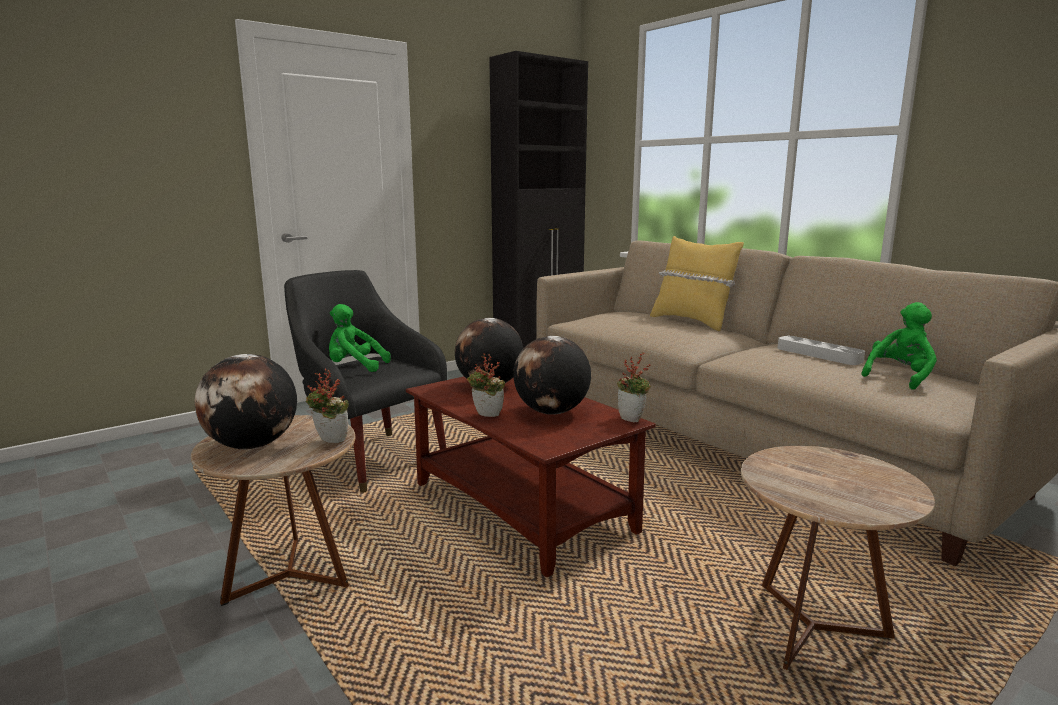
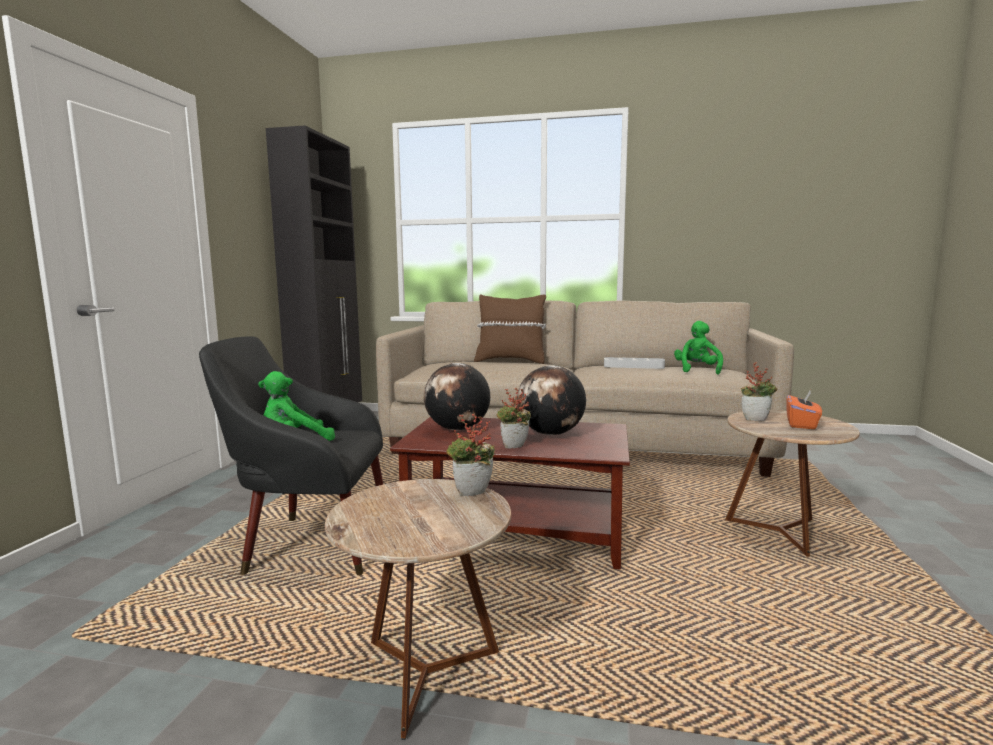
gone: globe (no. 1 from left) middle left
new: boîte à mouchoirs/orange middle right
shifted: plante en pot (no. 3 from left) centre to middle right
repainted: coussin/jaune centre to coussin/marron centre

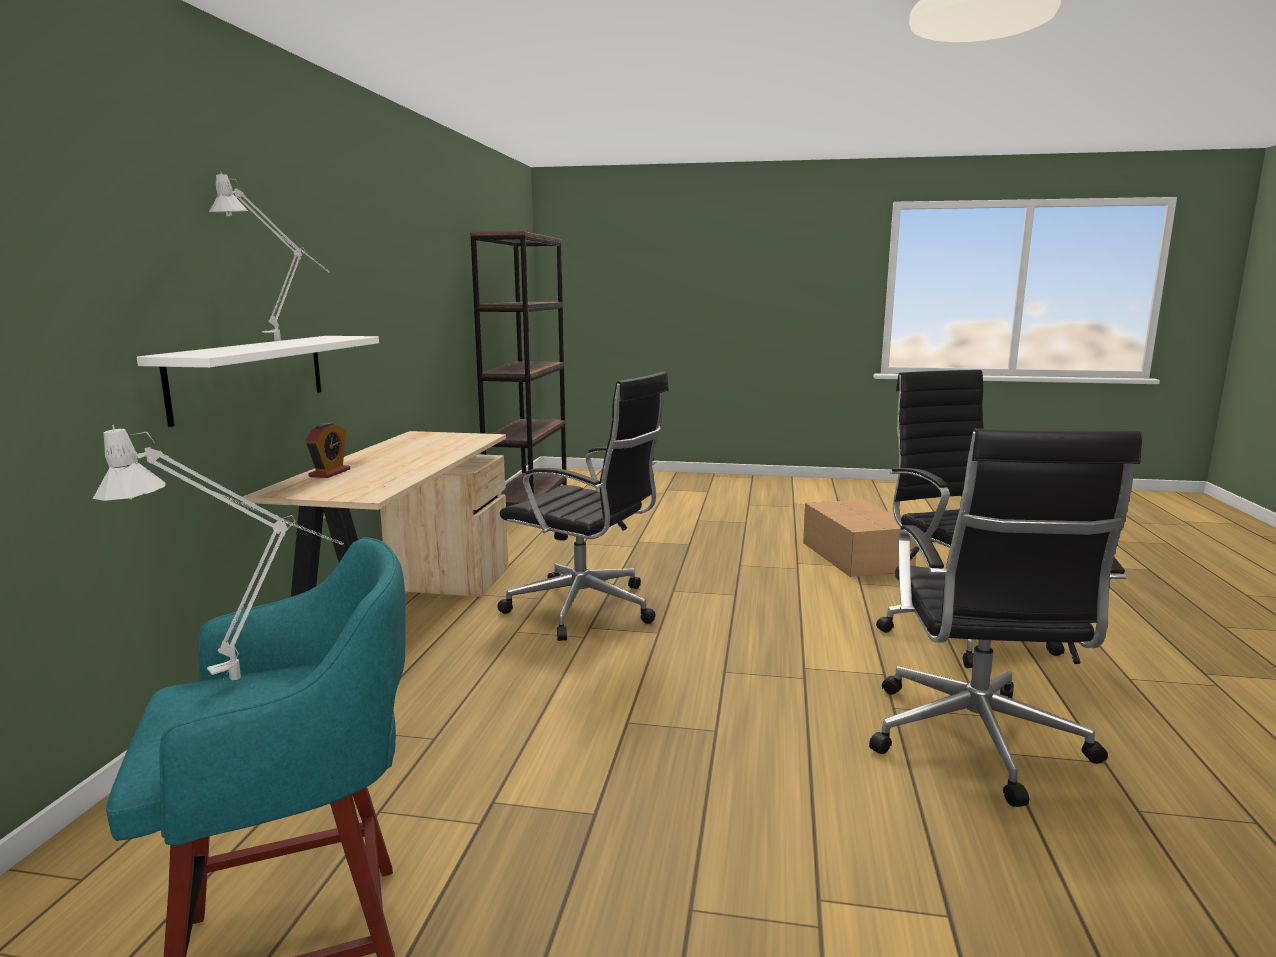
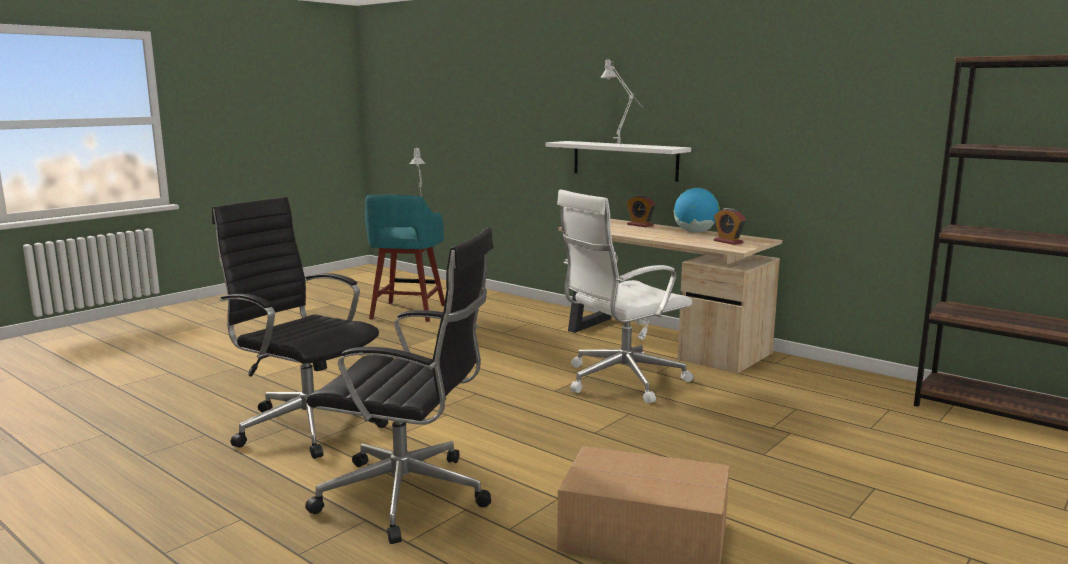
new: globe centre; réveil (no. 2 from left) middle right
repainted: chaise de bureau/noir (no. 1 from left) centre to chaise de bureau/blanc centre

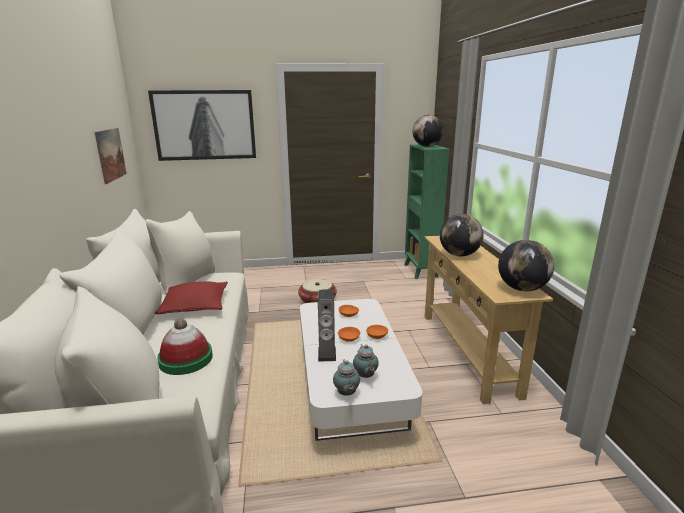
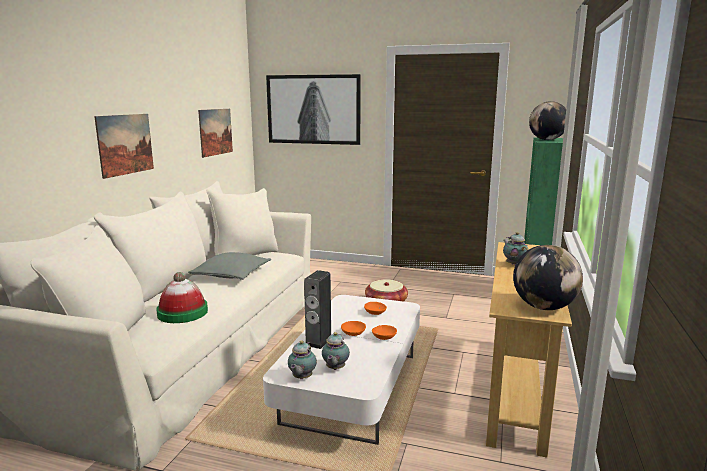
new: tableau (no. 1 from left) top left
swapped: globe (no. 2 from left) middle right to théière (no. 3 from left) middle right
repainted: coussin/rouge middle left to coussin/gris middle left

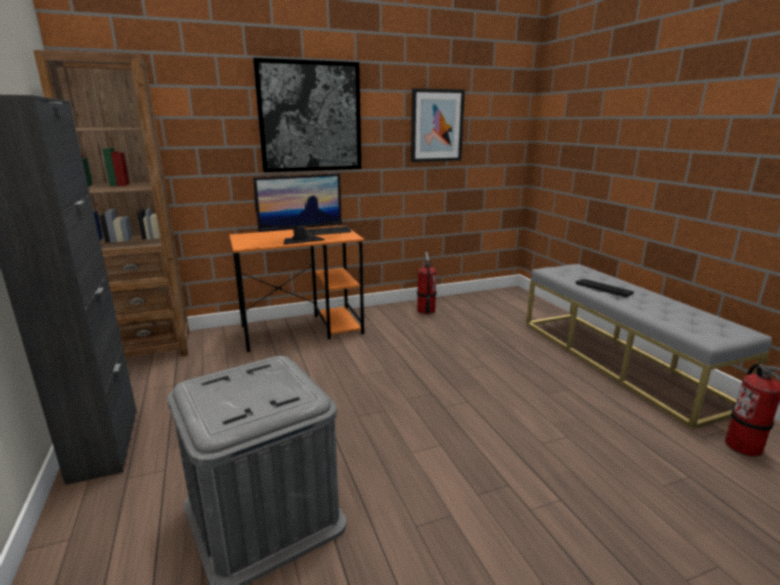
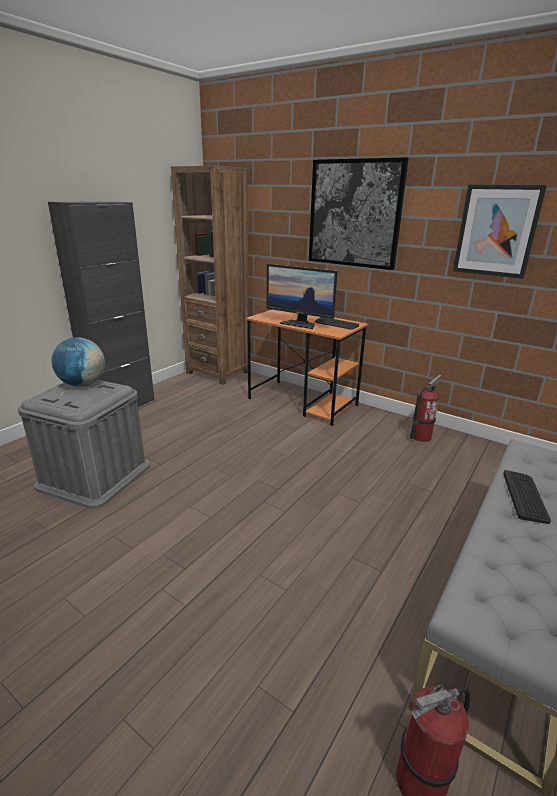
new: globe middle left

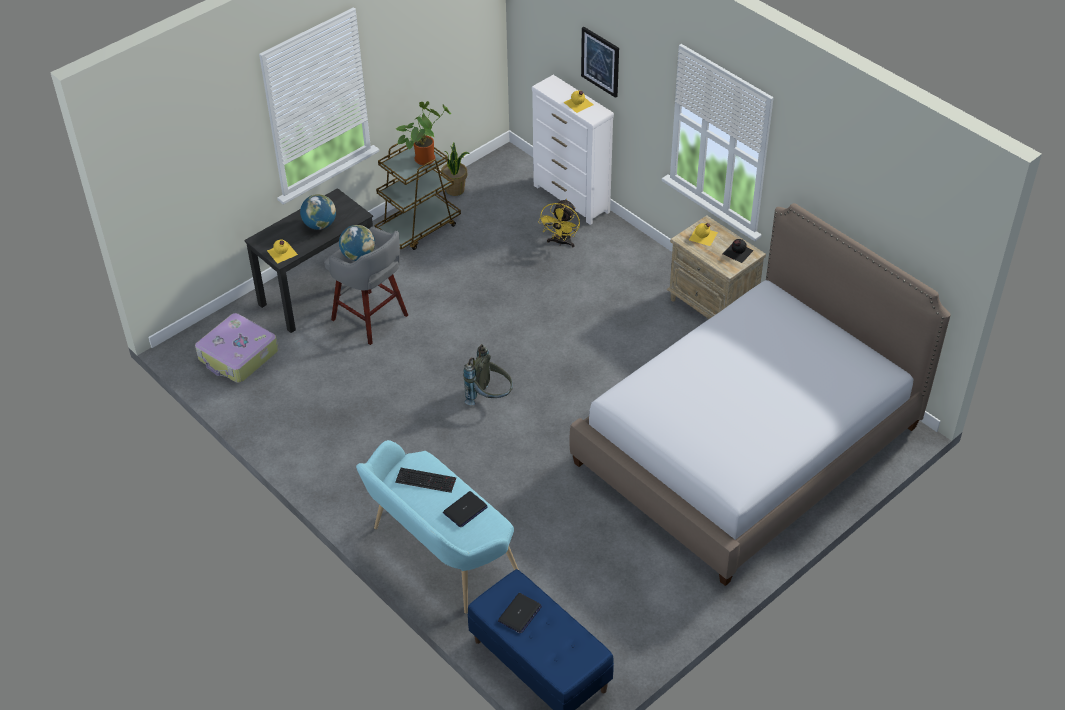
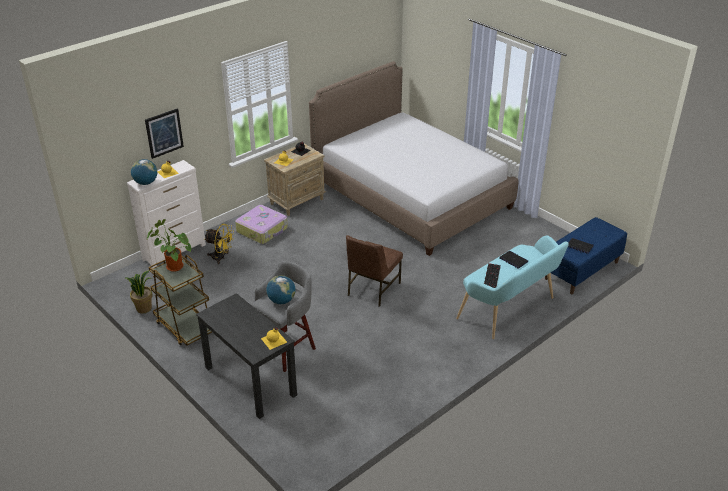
shifted: globe (no. 1 from left) top left to middle left; valise middle left to centre
swapped: sac à dos/gris centre to chaise/marron centre

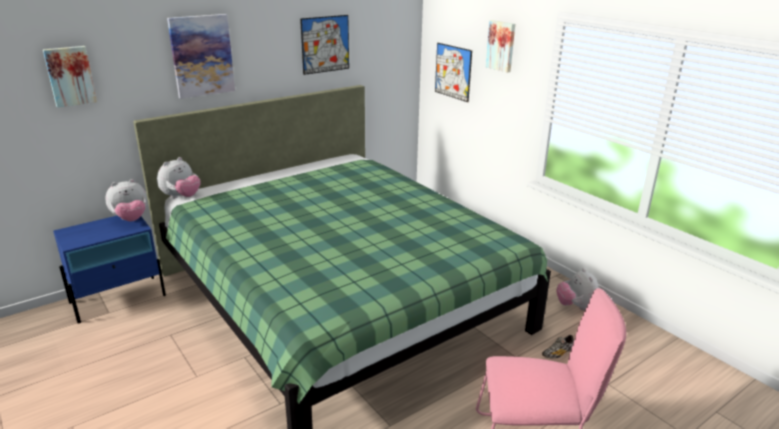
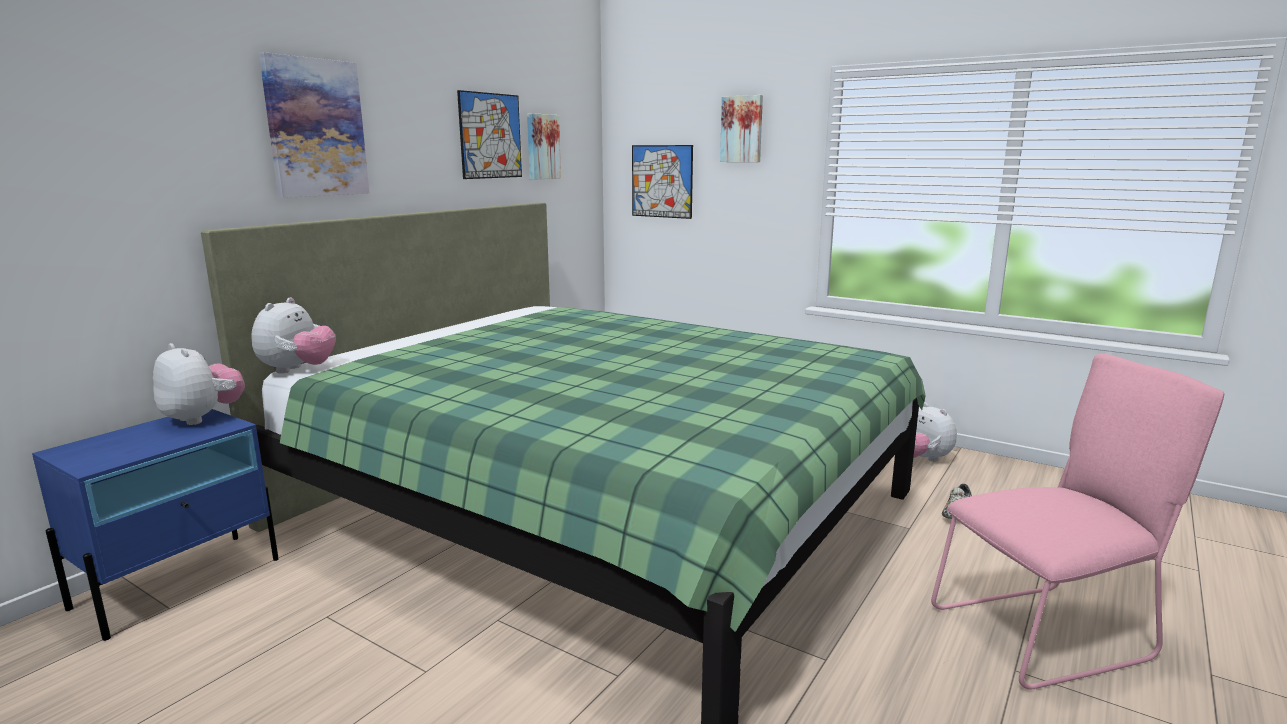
shifted: tableau (no. 1 from left in the first image) top left to tableau (no. 3 from left) top centre
rotated: peluche (no. 1 from left) middle left = middle left 90 degrees counterclockwise

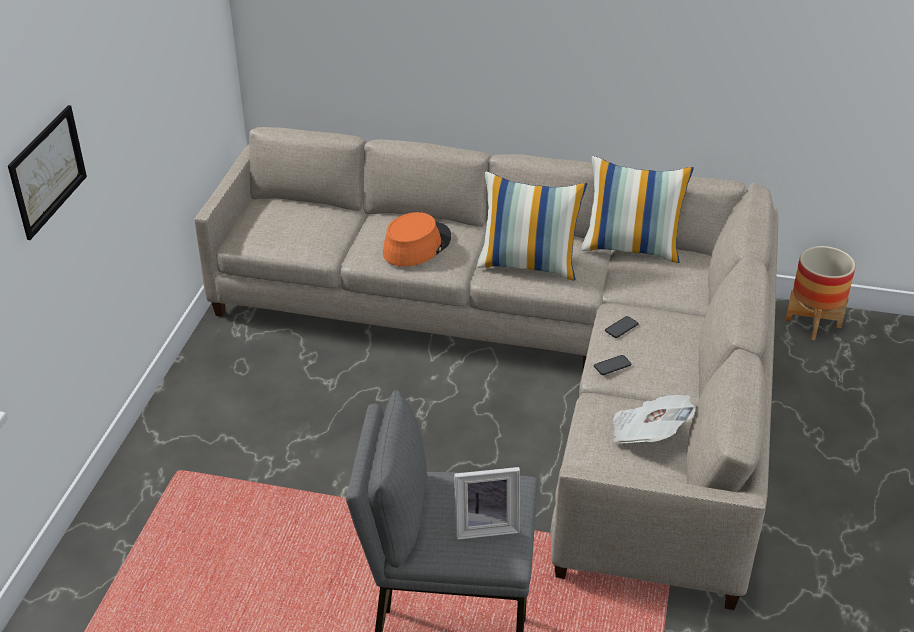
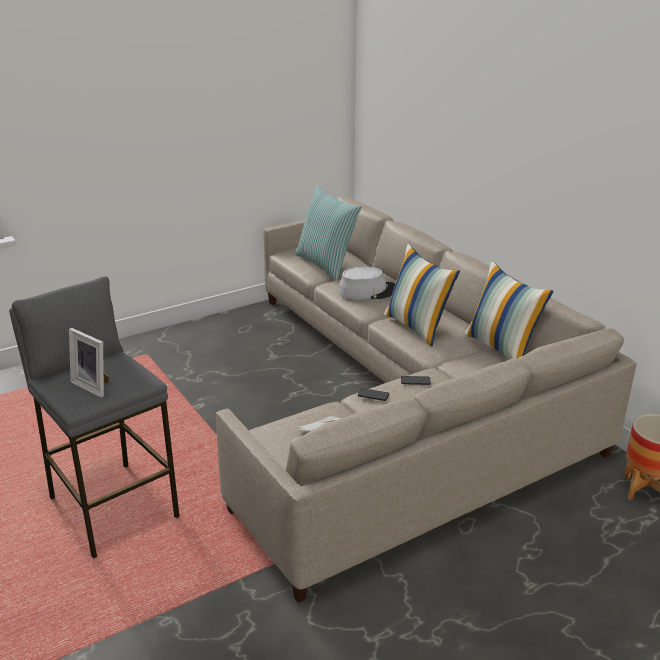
gone: tableau top left
new: coussin (no. 1 from left) centre
repainted: chapeau/orange centre to chapeau/gris centre

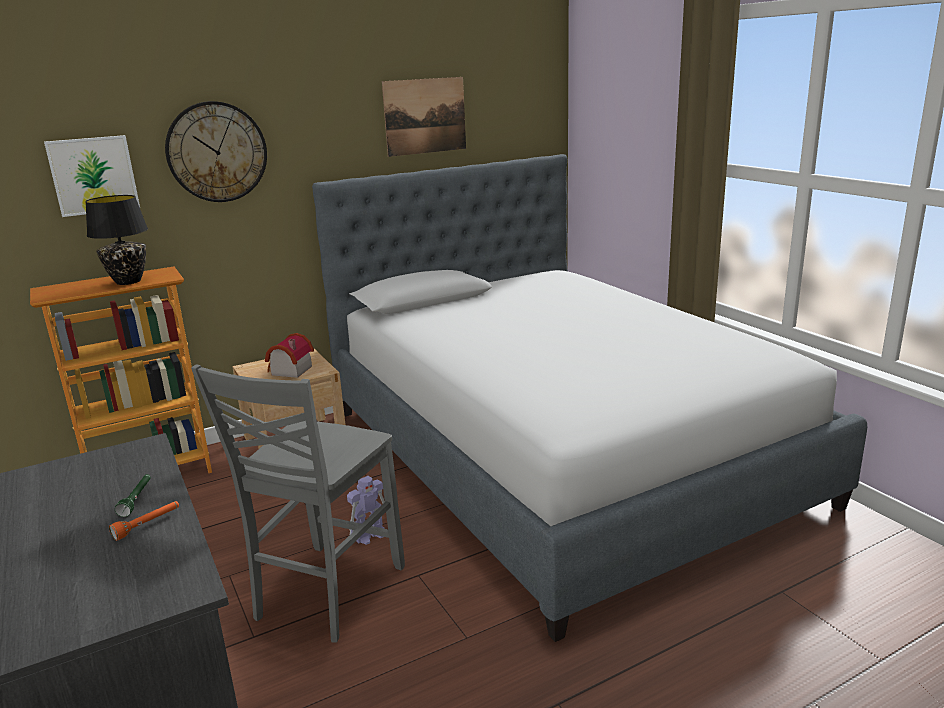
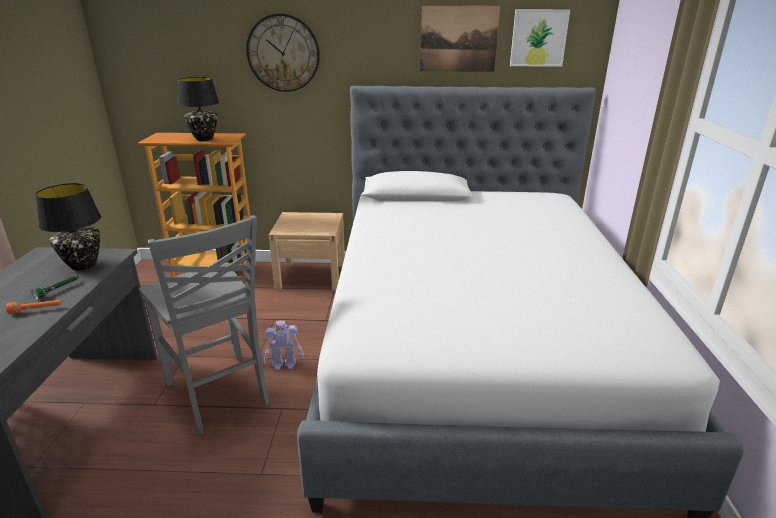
gone: maison miniature middle left
new: lampe de table/noir (no. 1 from left) middle left
shifted: tableau (no. 1 from left in the first image) top left to tableau (no. 2 from left) top right
rotated: chaise/gris bottom left = middle left 90 degrees counterclockwise

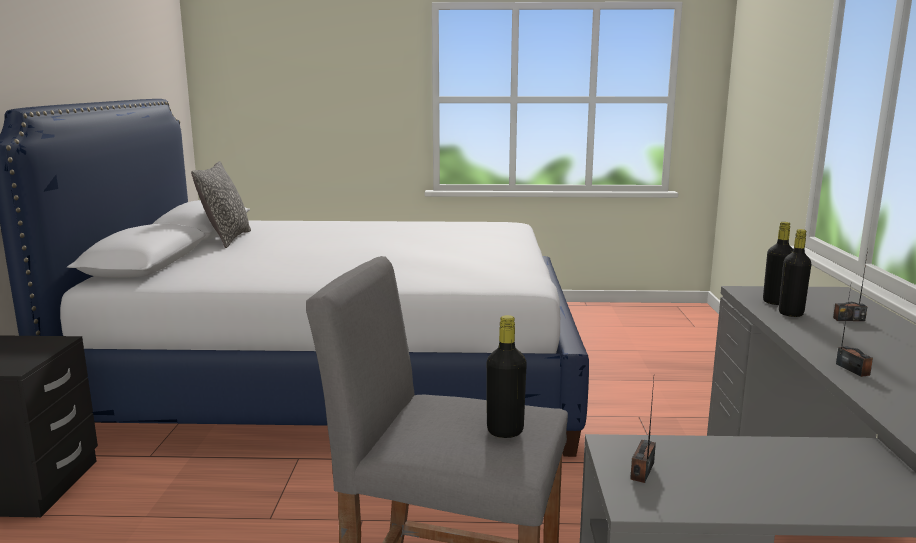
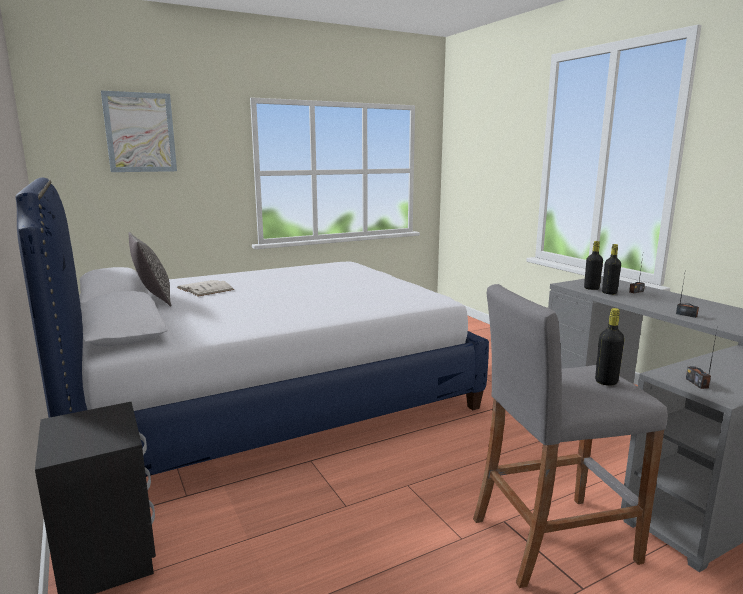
new: tableau top left; livre/blanc middle left

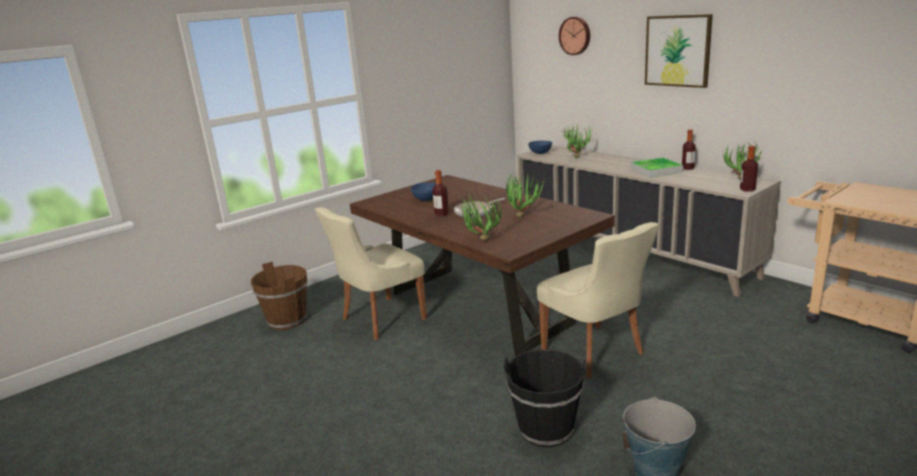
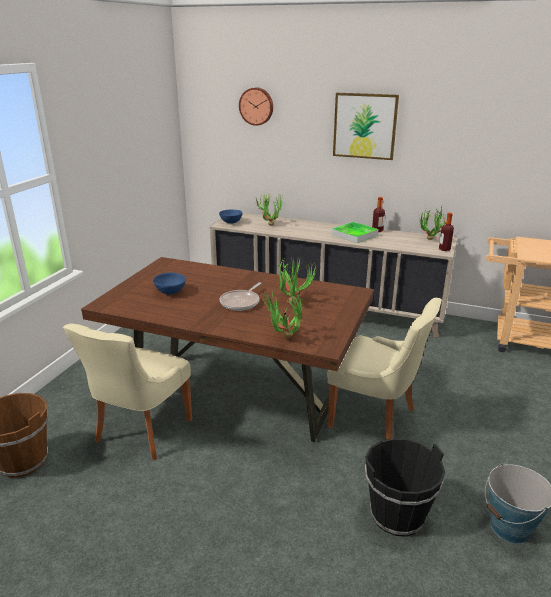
gone: bouteille (no. 1 from left) centre

